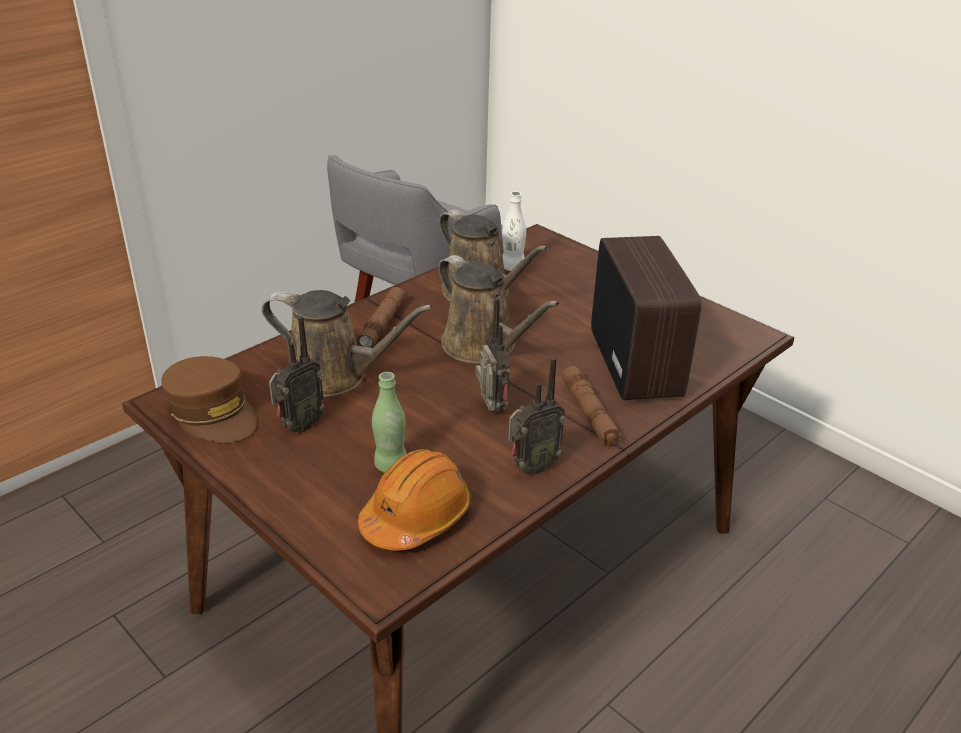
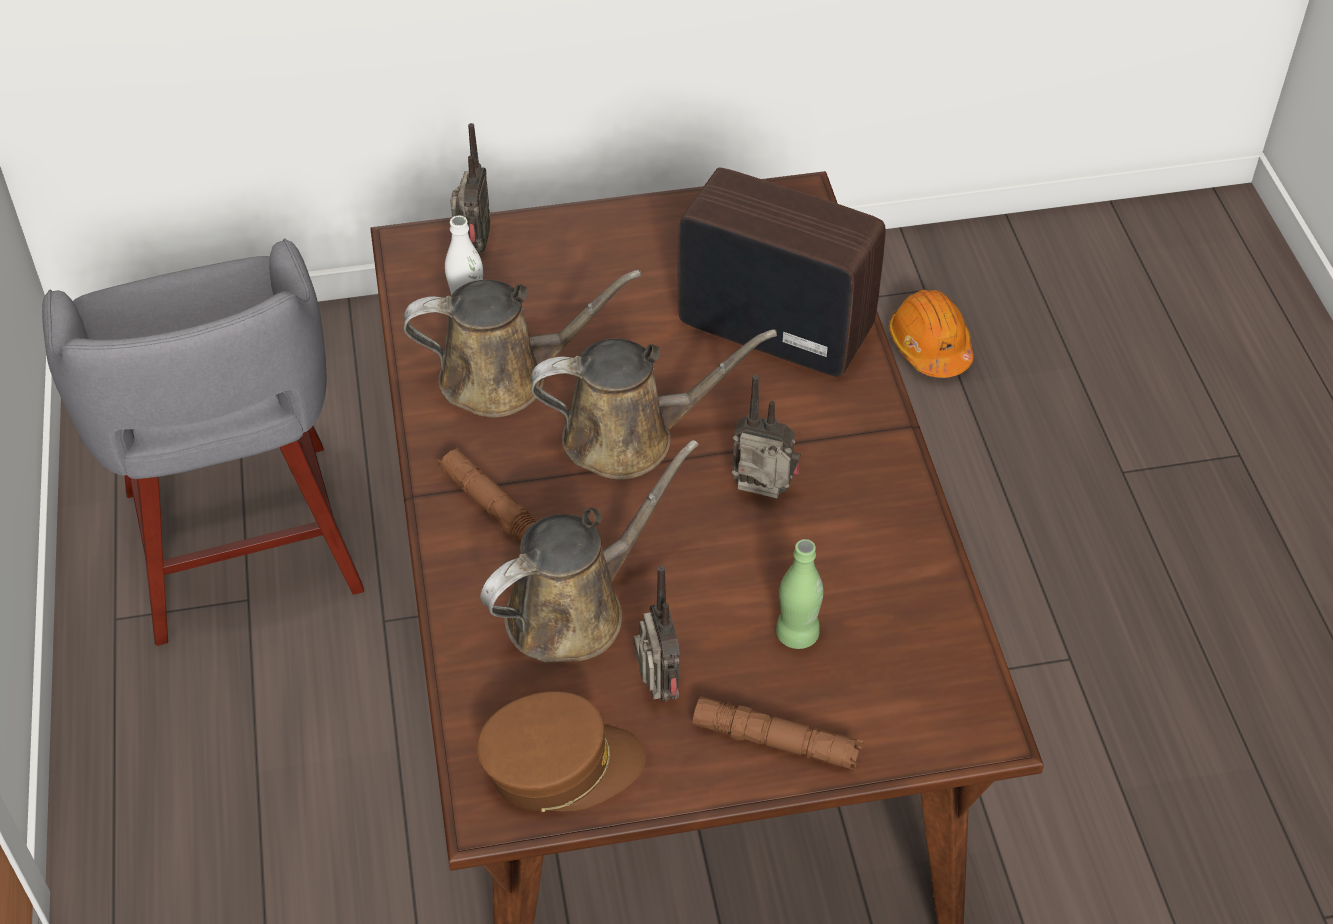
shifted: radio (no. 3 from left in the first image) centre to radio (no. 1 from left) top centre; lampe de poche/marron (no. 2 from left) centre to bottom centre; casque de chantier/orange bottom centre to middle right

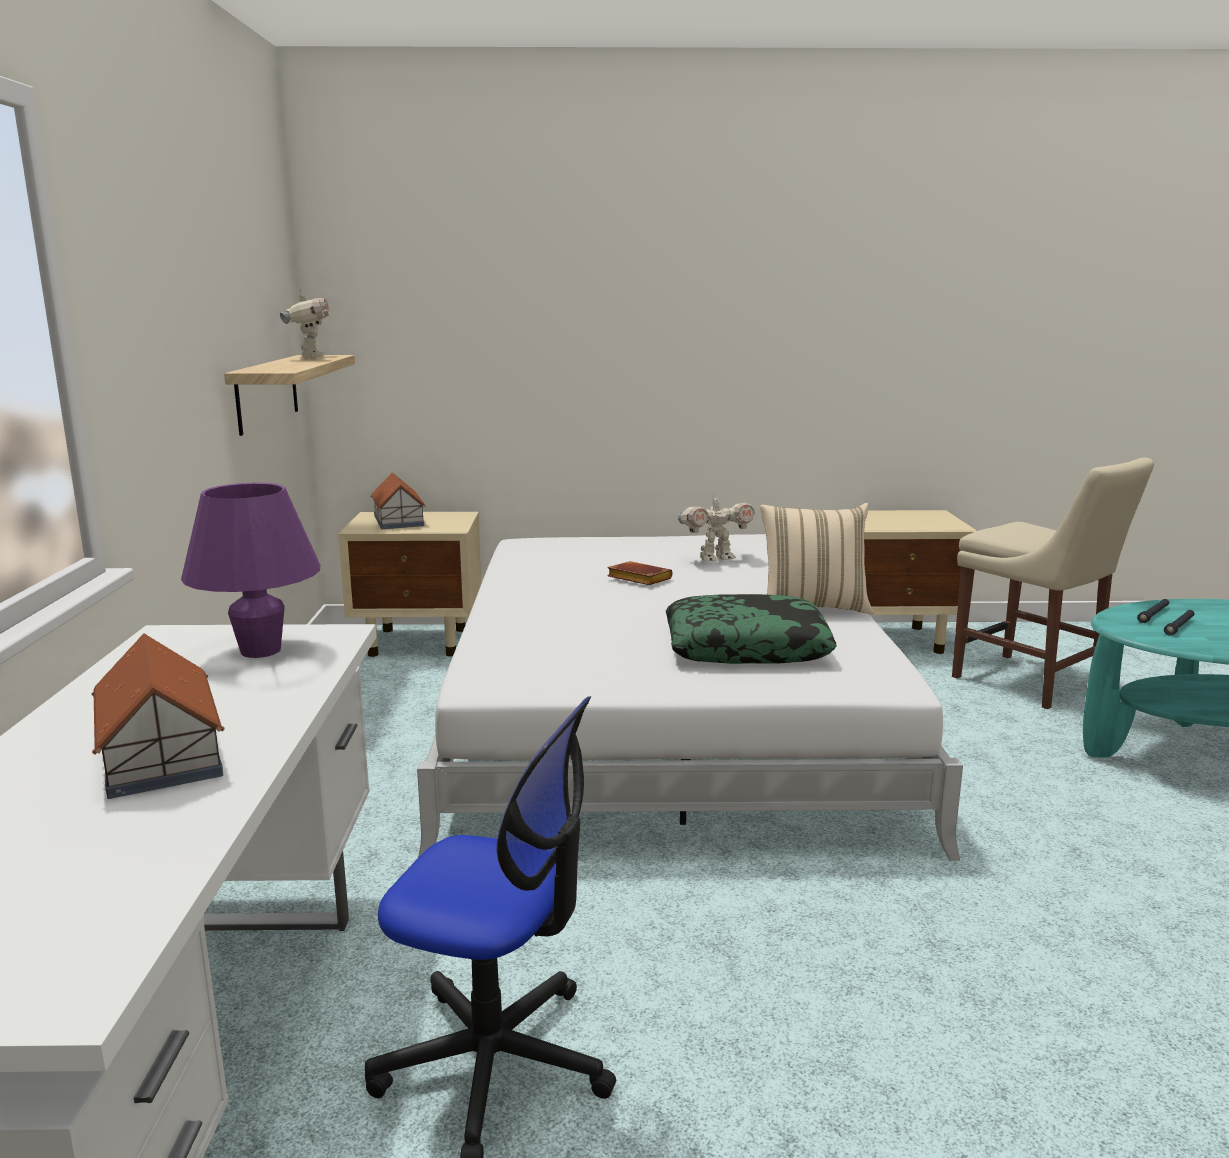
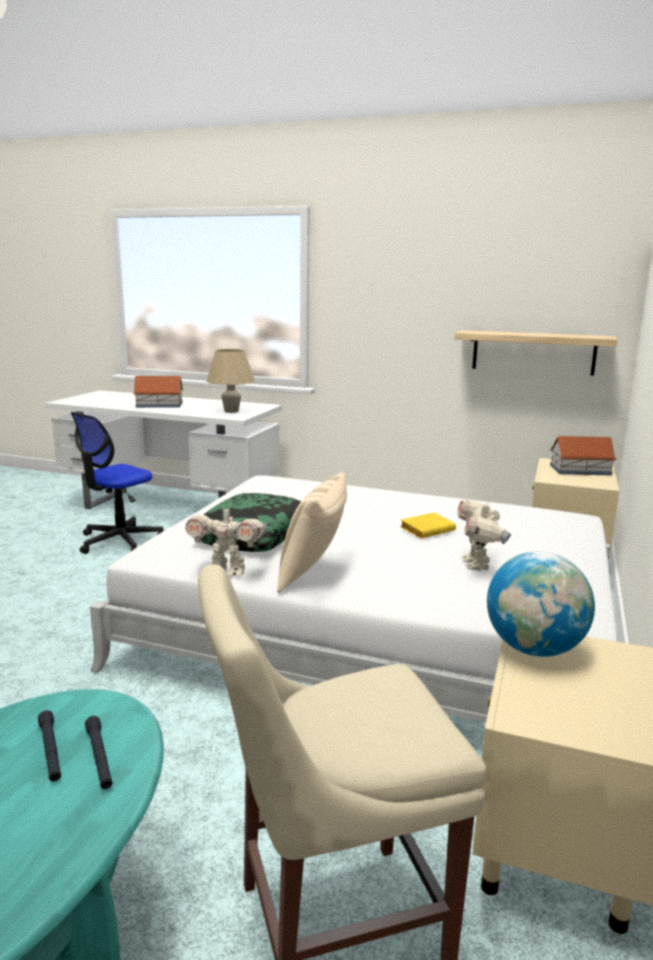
new: globe middle right
shifted: robot jouet (no. 1 from left) top left to centre
repainted: lampe de table/violet middle left to lampe de table/beige centre; livre/marron centre to livre/jaune centre

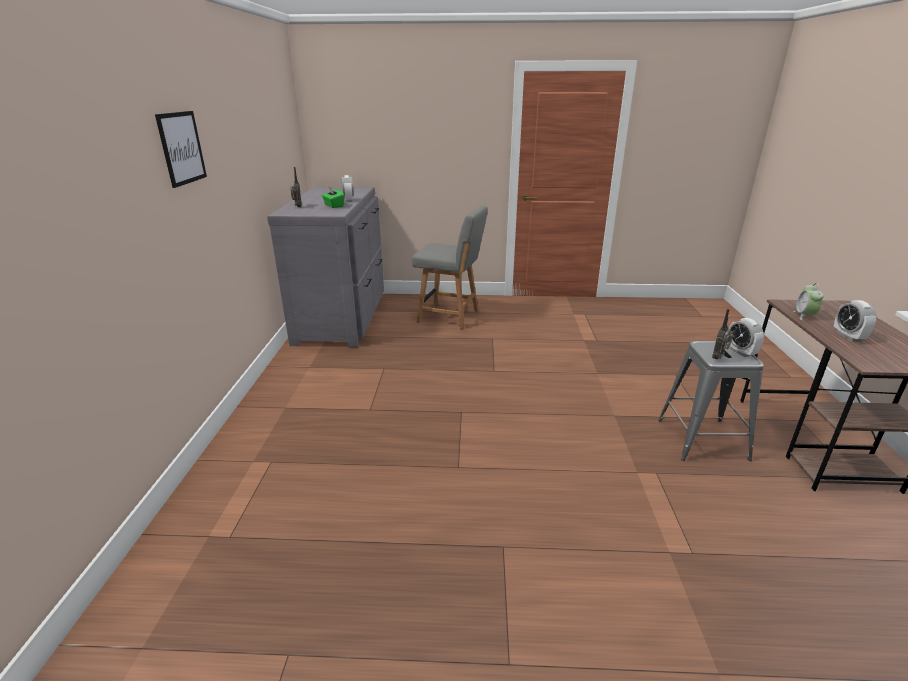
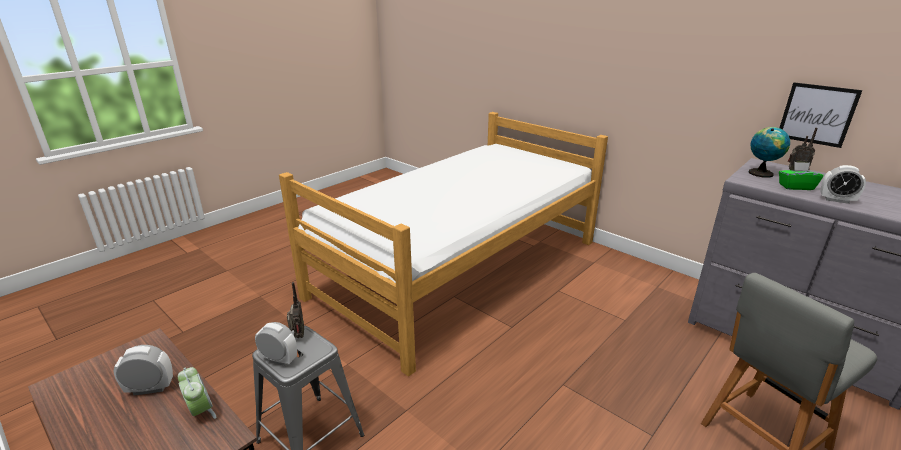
new: lit centre; globe middle right
shifted: tableau top left to top right
rotated: réveil (no. 4 from left in the first image) middle right = bottom left 45 degrees counterclockwise

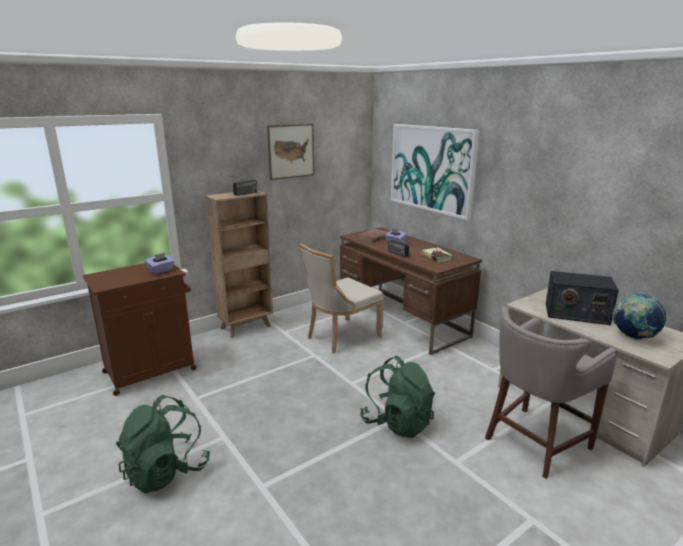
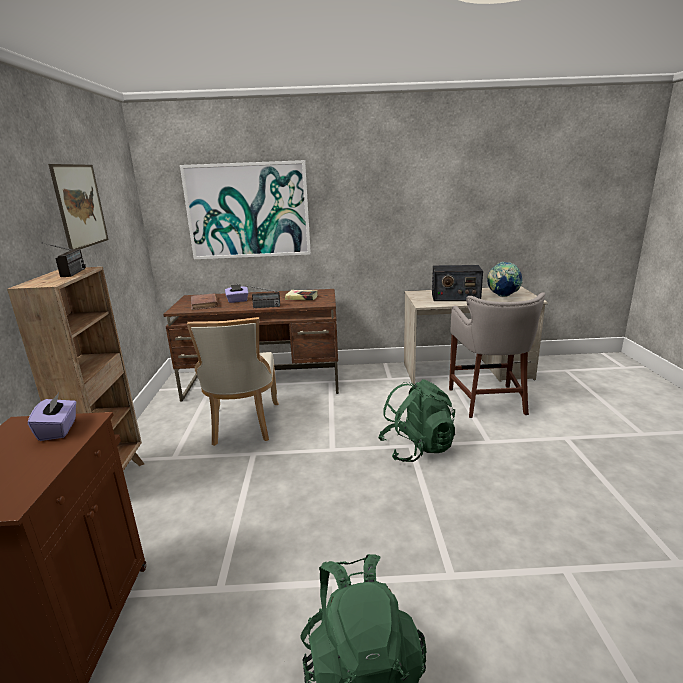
rotated: radio (no. 3 from left) middle right = middle right 45 degrees clockwise

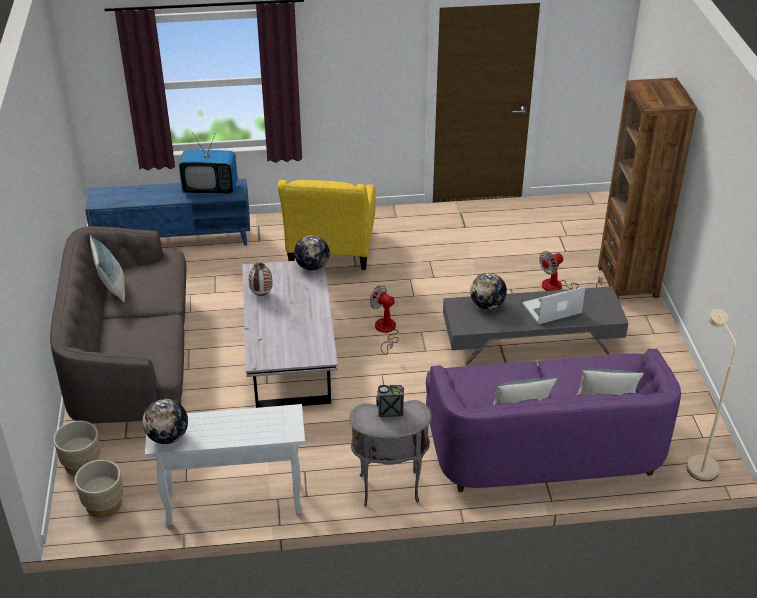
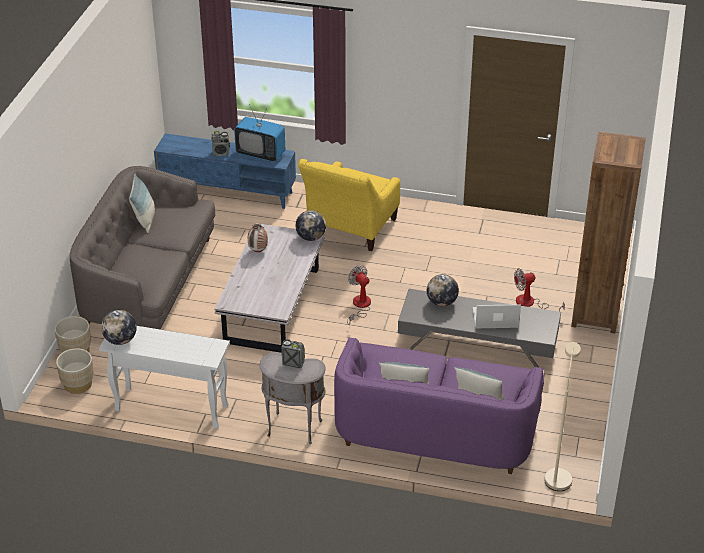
new: radio (no. 1 from left) top left

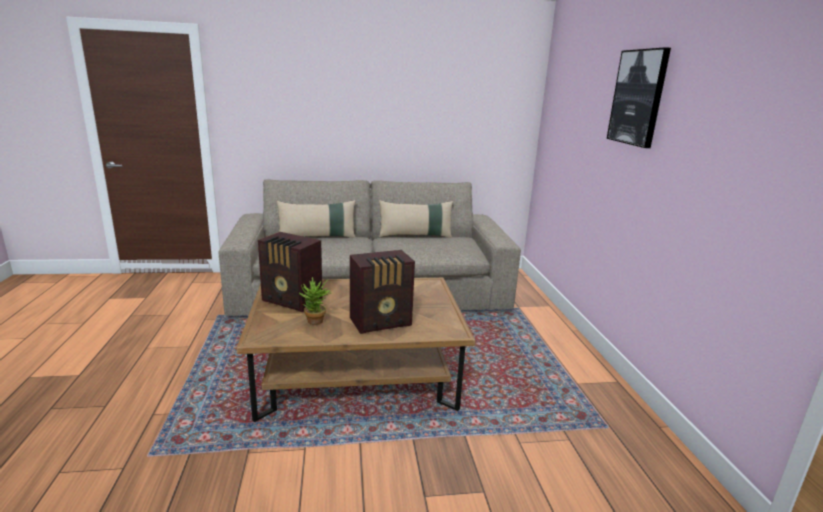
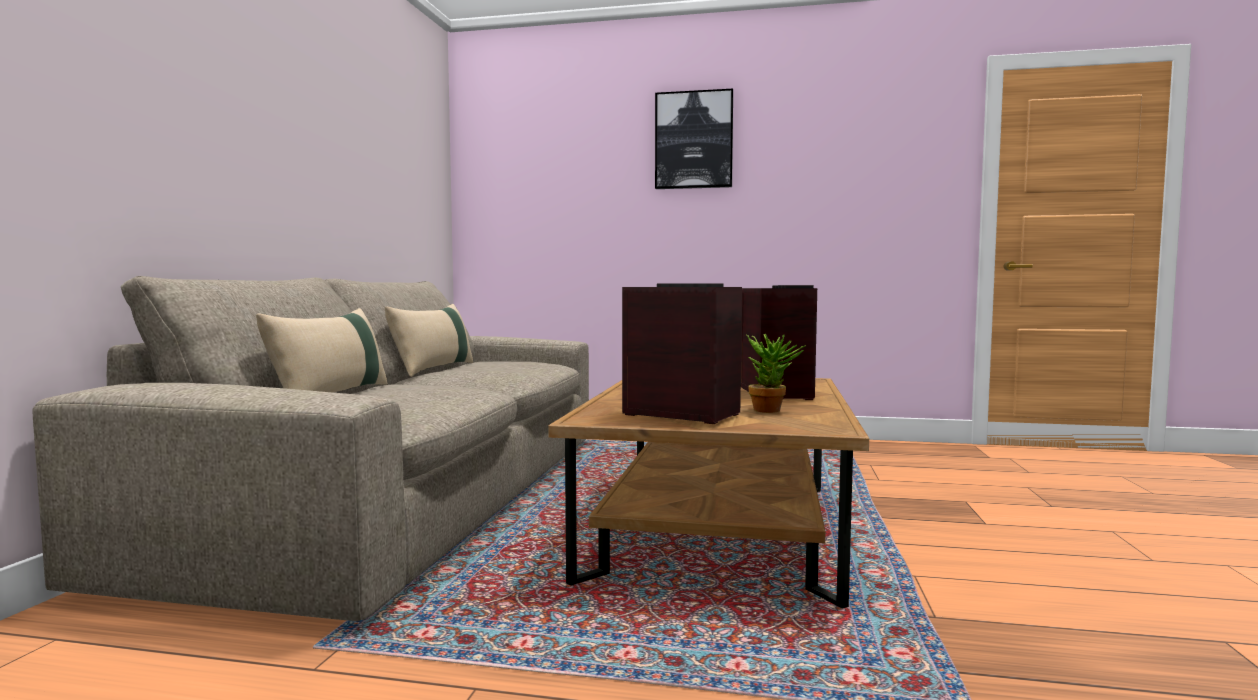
rotated: radio (no. 1 from left) centre = centre 105 degrees counterclockwise

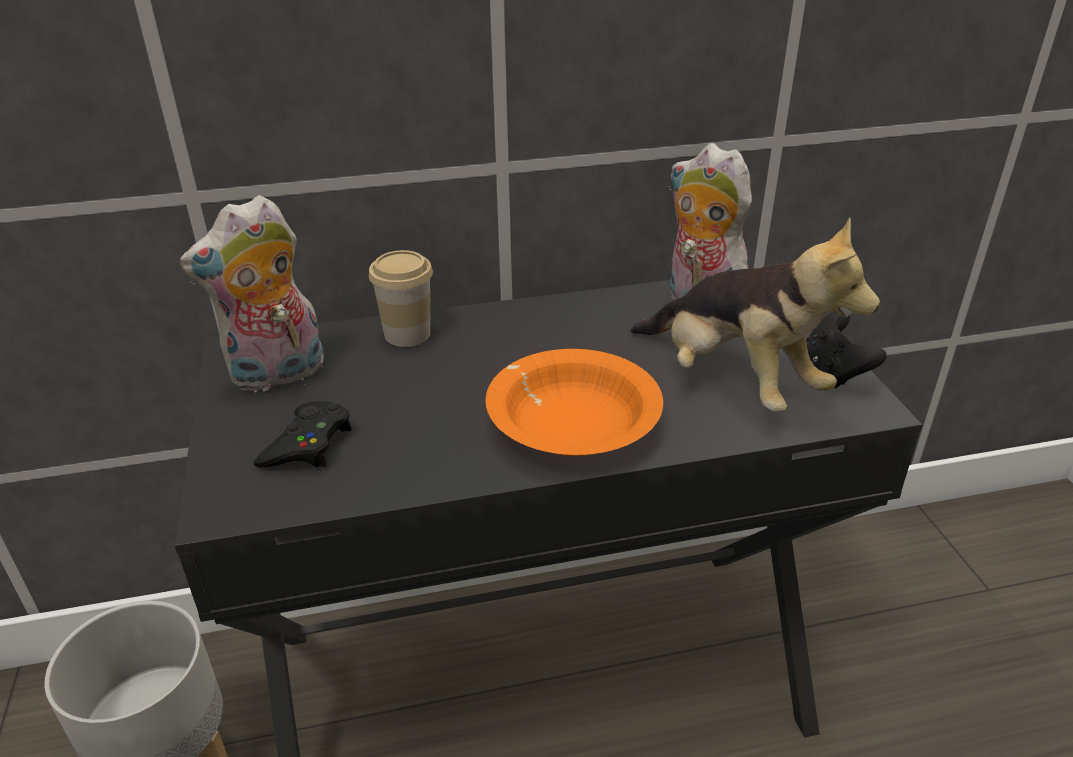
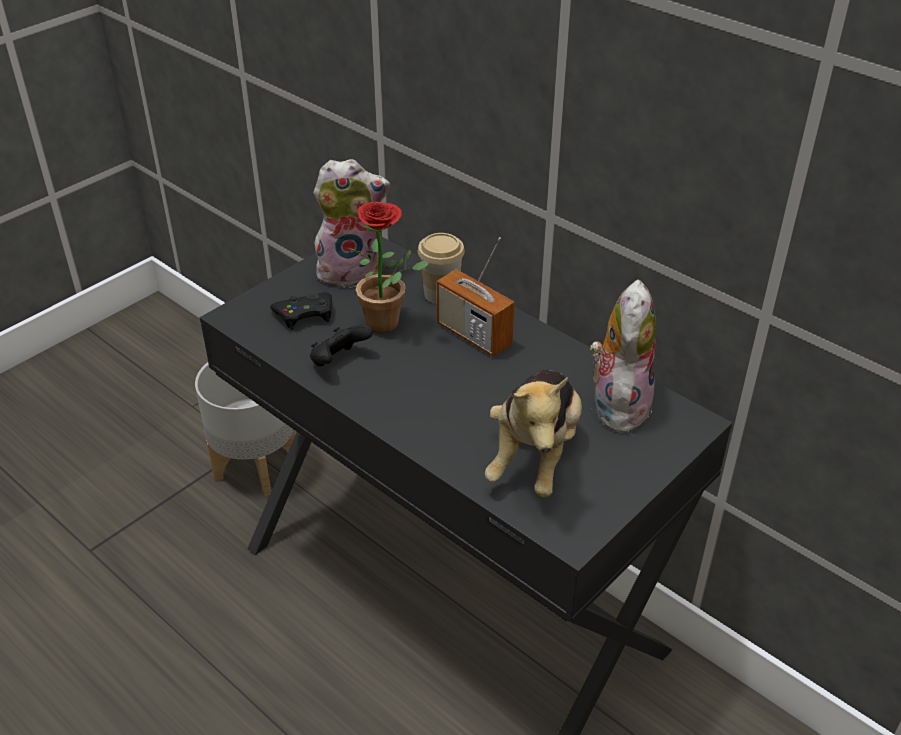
gone: bol/orange centre
new: plante en pot centre; radio centre
shifted: manette/noir (no. 2 from left) middle right to centre
rotated: peluche (no. 1 from left) middle left = top centre 150 degrees clockwise

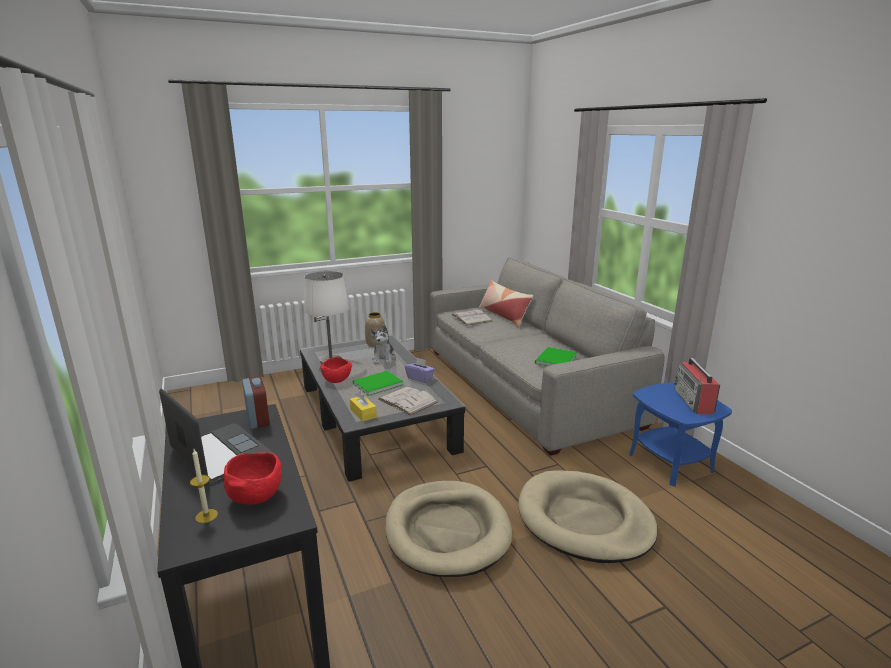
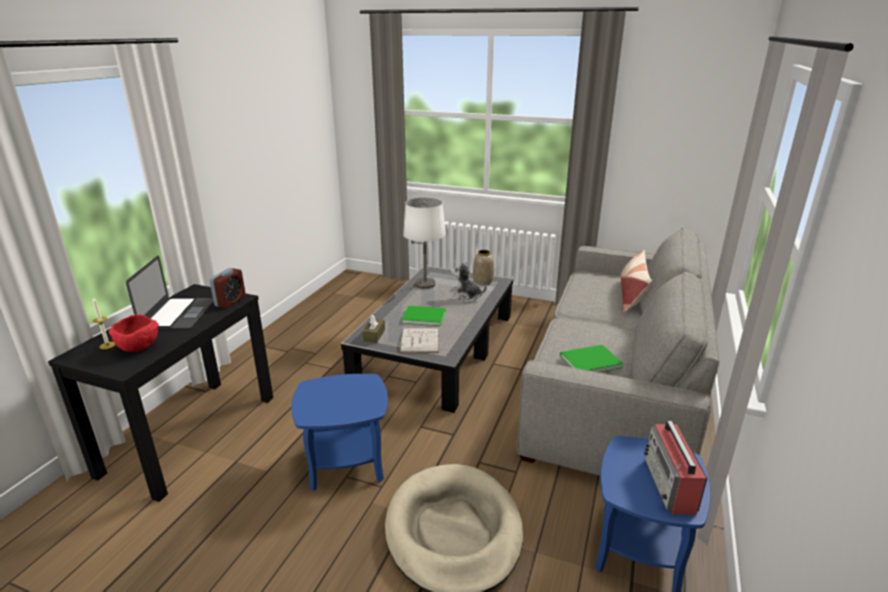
gone: bol/rouge (no. 2 from left) centre; boîte à mouchoirs/violet centre; livre/blanc (no. 2 from left) centre
swapped: panier pour chien/beige (no. 1 from left) bottom centre to table d'appoint/bleu (no. 1 from left) bottom centre
repainted: boîte à mouchoirs/jaune centre to boîte à mouchoirs/marron centre
rotated: peluche centre = centre 60 degrees clockwise; radio middle right = bottom right 45 degrees counterclockwise

